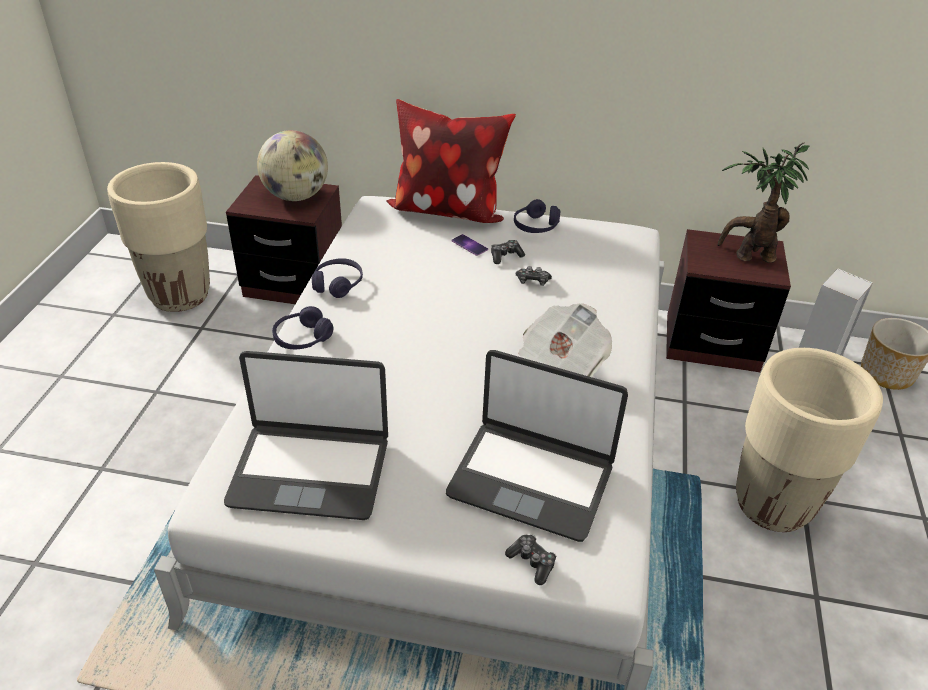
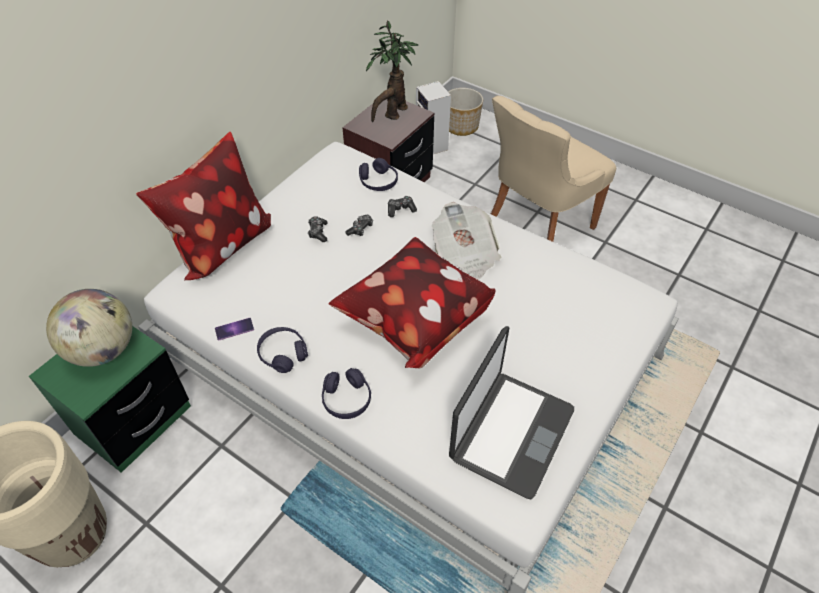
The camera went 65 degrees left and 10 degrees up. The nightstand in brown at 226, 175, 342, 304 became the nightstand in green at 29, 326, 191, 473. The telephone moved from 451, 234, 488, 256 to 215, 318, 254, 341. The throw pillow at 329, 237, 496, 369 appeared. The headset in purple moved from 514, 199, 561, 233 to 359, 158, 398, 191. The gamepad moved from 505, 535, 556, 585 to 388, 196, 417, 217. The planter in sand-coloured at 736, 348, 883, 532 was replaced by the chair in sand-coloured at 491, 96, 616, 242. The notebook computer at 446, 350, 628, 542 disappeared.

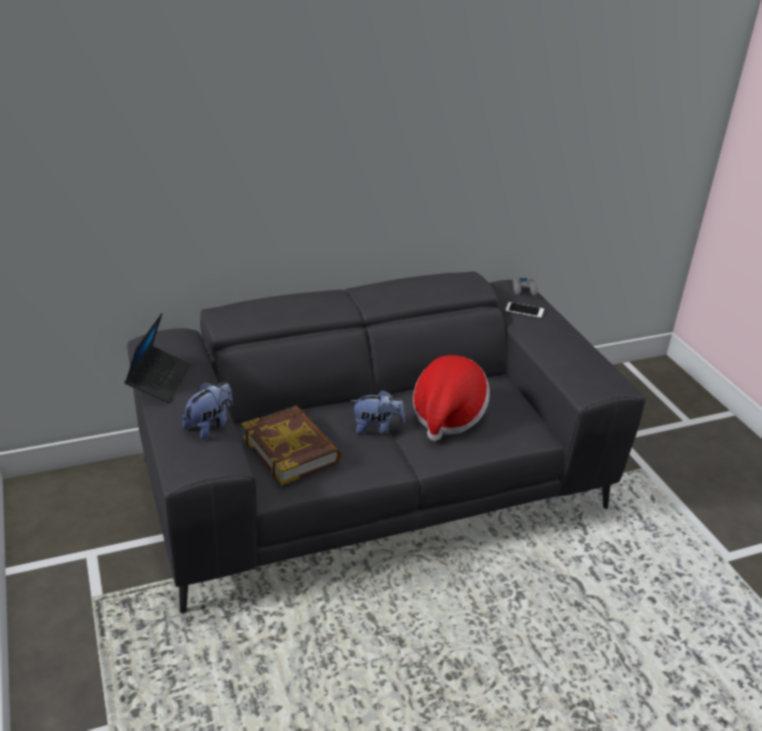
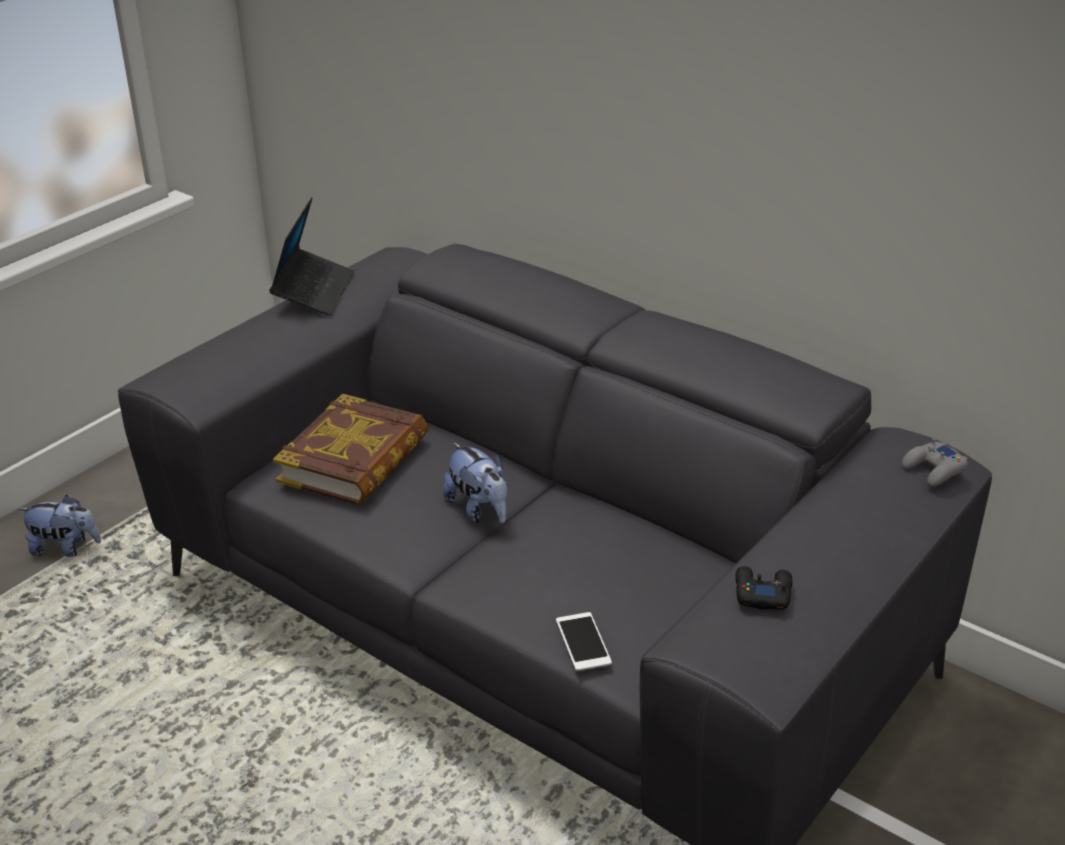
The camera went 60 degrees right and 0 degrees up. The plush toy moved from 183, 382, 233, 439 to 18, 495, 101, 557. The notebook computer at 124, 313, 192, 402 turned 60 degrees counterclockwise. The telephone moved from 505, 302, 544, 318 to 556, 612, 612, 671. The gamepad in blackish at 735, 566, 792, 610 appeared. The wearable hat at 413, 355, 490, 441 disappeared.

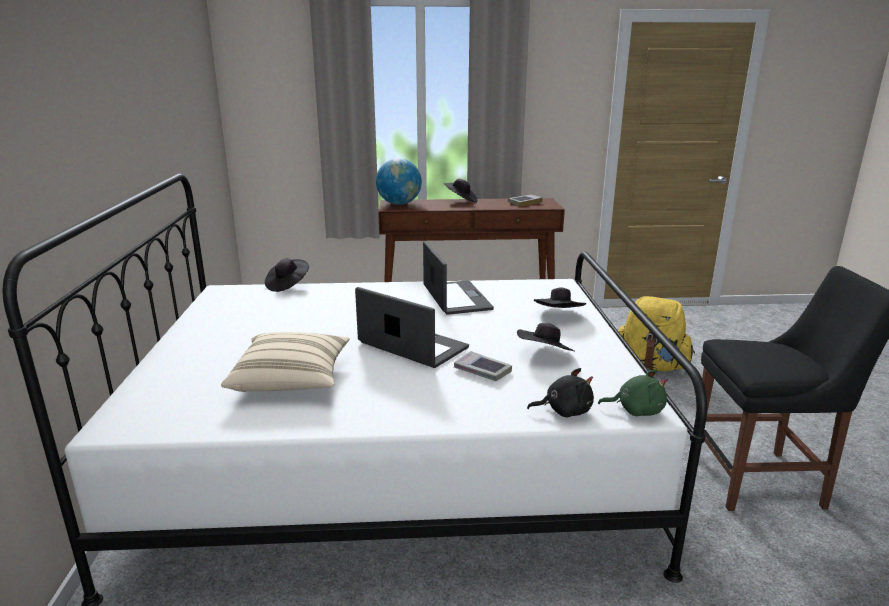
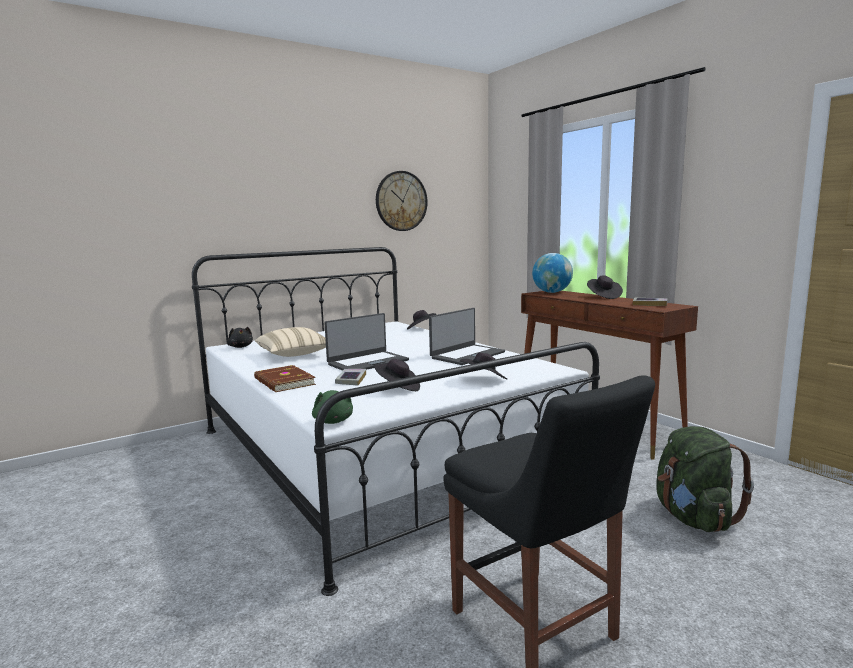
The camera went 60 degrees right and 10 degrees down. The plush toy in blackish moved from 527, 368, 594, 418 to 227, 327, 253, 348. The volume in brown at 254, 365, 316, 392 appeared. The notebook computer at 355, 287, 469, 368 turned 45 degrees clockwise. The hanging clock at 376, 171, 428, 231 appeared. The backpack in yellowish at 617, 296, 695, 371 became the backpack in green at 657, 426, 754, 532.

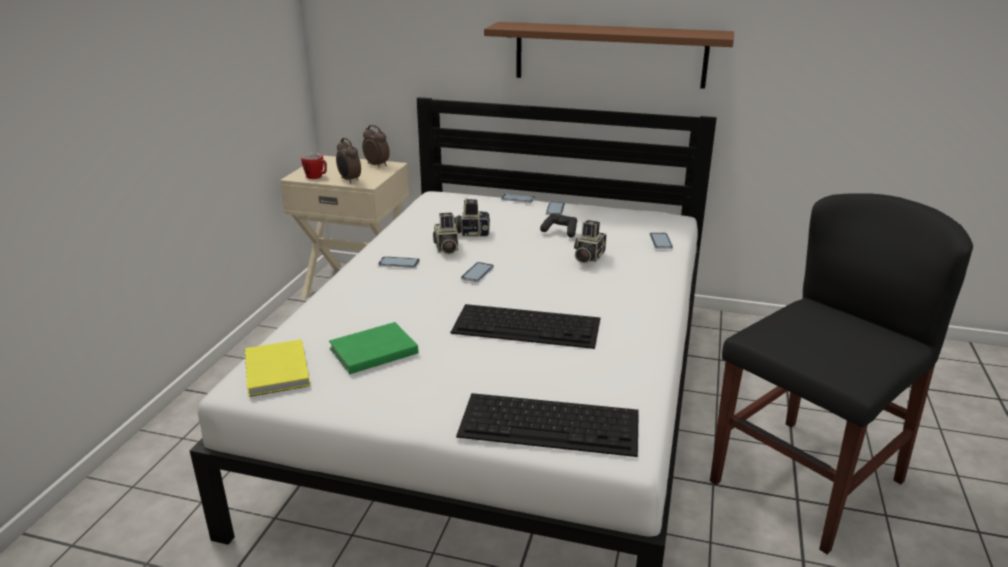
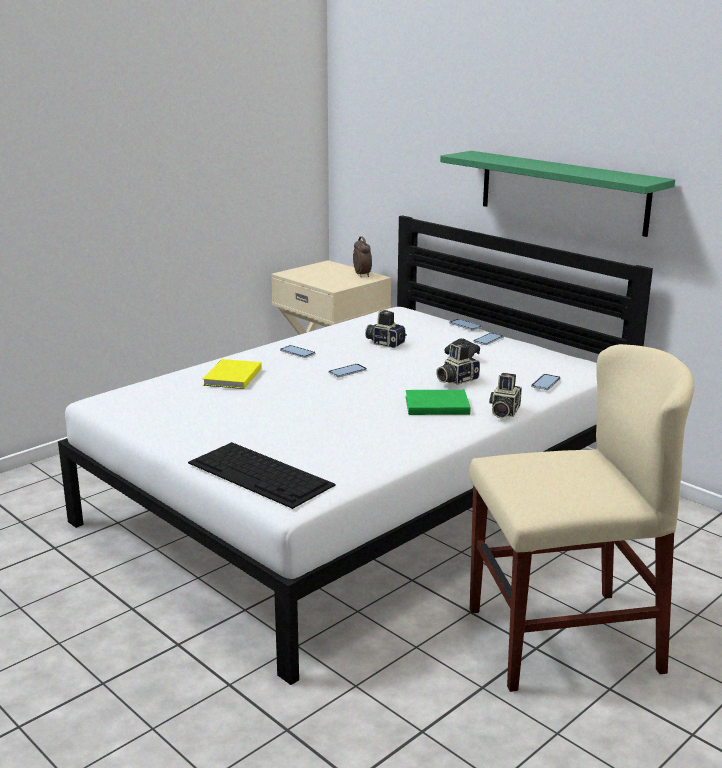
The camera went 30 degrees right and 5 degrees down. The volume in yellowish moved from 245, 339, 310, 397 to 203, 359, 262, 389. The volume in green moved from 329, 322, 418, 374 to 406, 390, 471, 415. The shelf in brown at 484, 22, 734, 89 became the shelf in green at 440, 151, 675, 237. The chair in blackish at 710, 193, 973, 554 became the chair in sand-coloured at 469, 344, 694, 692. The photo camera moved from 433, 213, 458, 255 to 489, 373, 522, 418. The coffee mug at 301, 153, 327, 179 disappeared. The alarm clock at 336, 138, 361, 184 disappeared. The keyboard at 450, 304, 601, 349 disappeared.

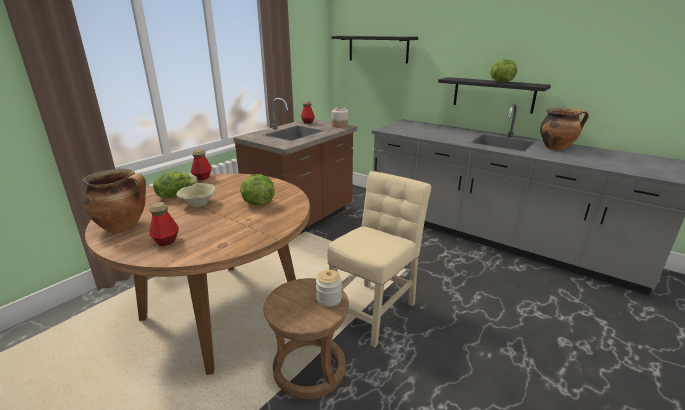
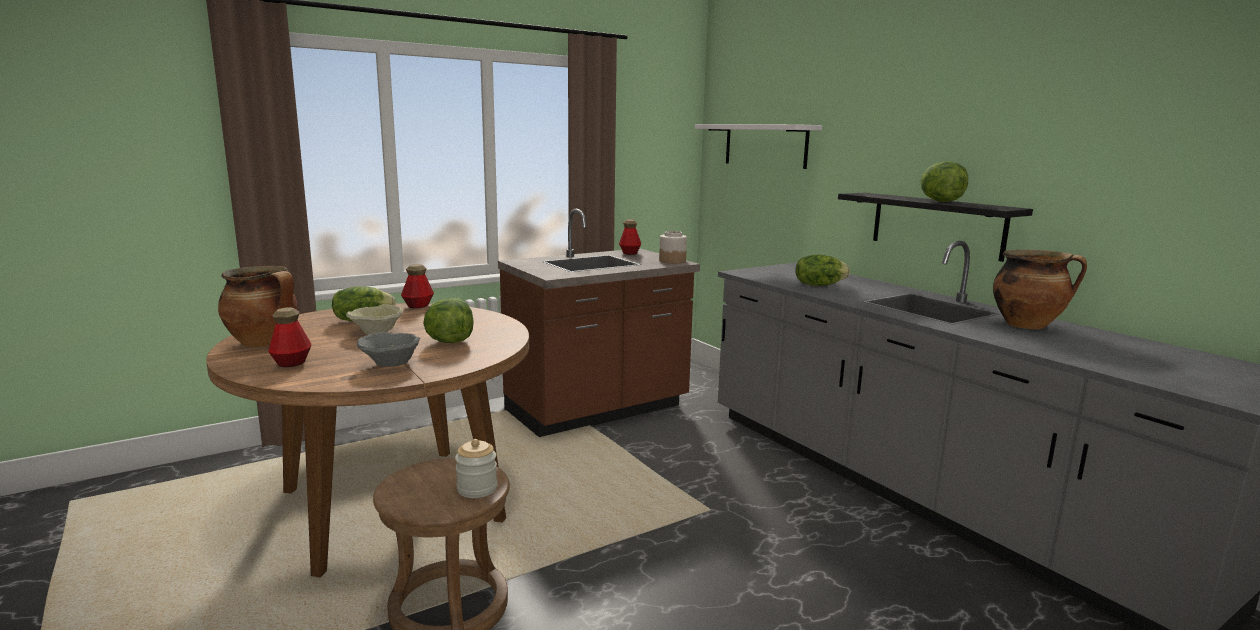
The camera went 20 degrees right and 10 degrees down. The serving bowl in gray at 357, 332, 420, 367 appeared. The shelf in blackish at 331, 36, 418, 64 became the shelf in white at 695, 124, 822, 169. The head of lettuce at 795, 255, 850, 286 appeared. The chair in sand-coloured at 327, 171, 431, 347 disappeared.

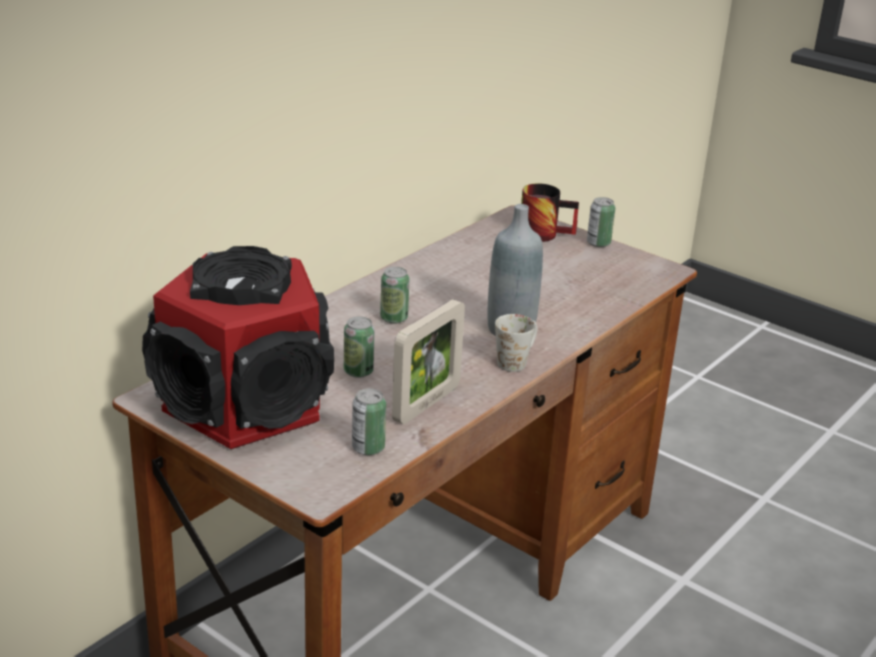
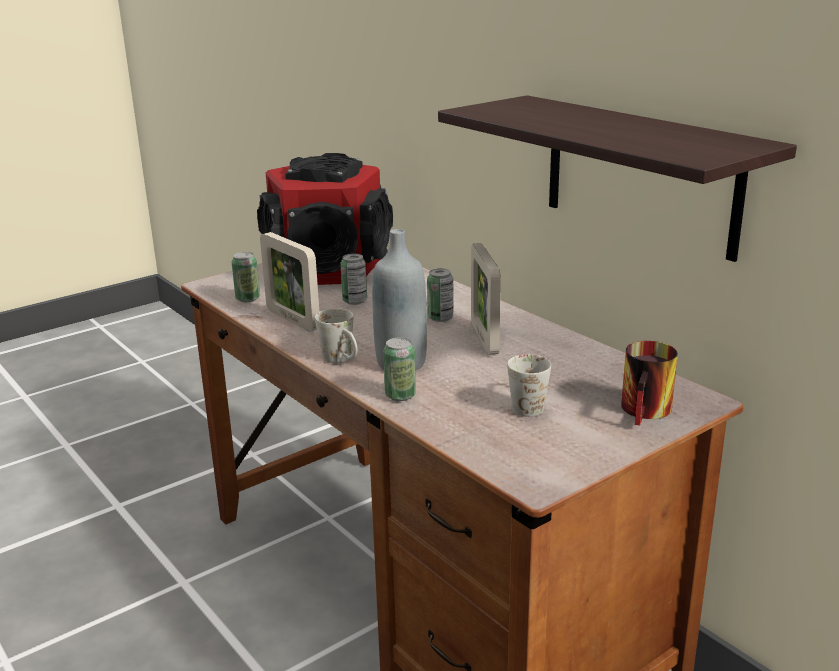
The camera went 105 degrees right and 5 degrees down. The metal can moved from 587, 197, 615, 247 to 383, 338, 416, 401. The shelf at 438, 95, 797, 262 appeared. The standing frame at 471, 243, 501, 355 appeared. The coffee mug in white at 507, 354, 551, 417 appeared.

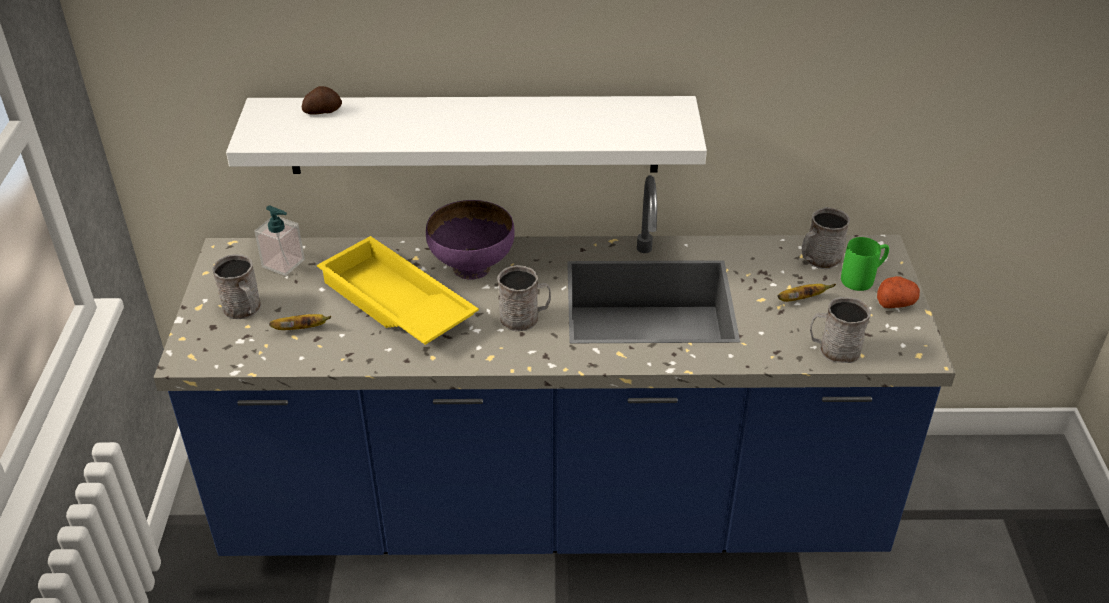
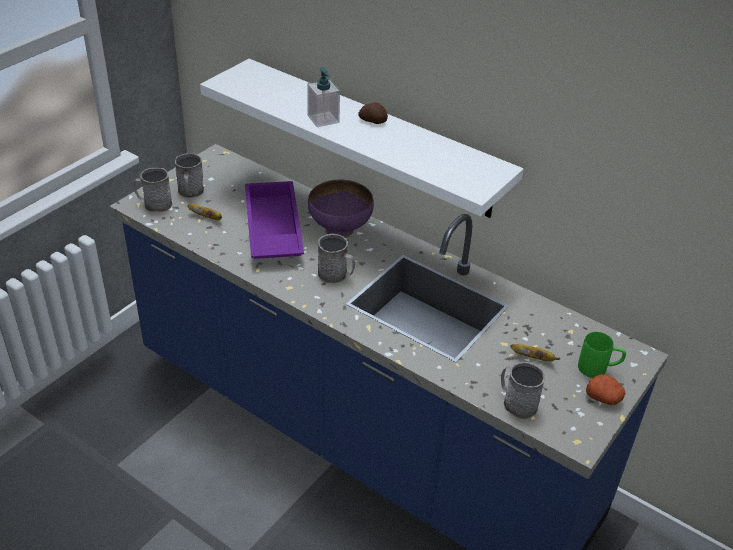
The camera went 35 degrees right and 0 degrees up. The coffee mug in gray moved from 802, 207, 850, 269 to 134, 168, 172, 212. The tray in yellowish at 317, 236, 479, 345 became the tray in purple at 245, 181, 304, 259. The soap bottle moved from 254, 206, 305, 276 to 307, 67, 340, 127. The whole potato moved from 302, 86, 342, 115 to 358, 102, 388, 124.

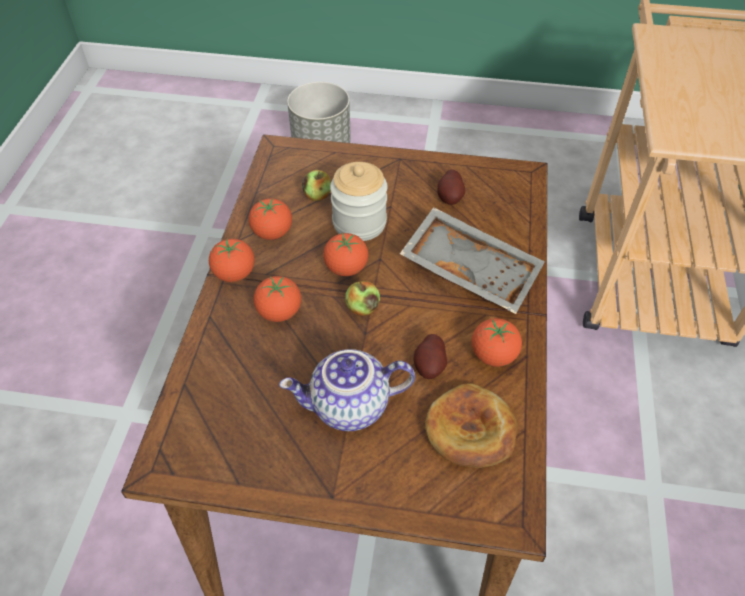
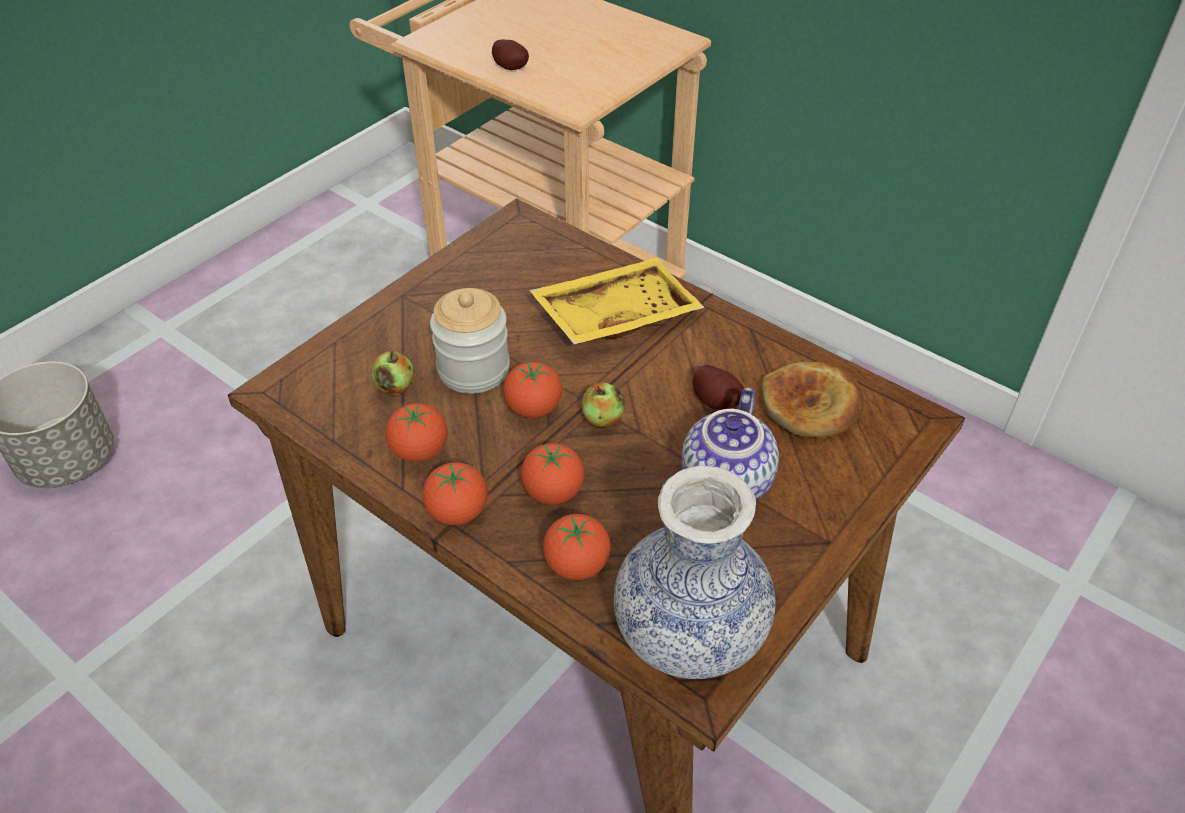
The camera went 60 degrees left and 5 degrees down. The whole potato moved from 437, 170, 465, 205 to 492, 39, 529, 70. The tray in gray at 400, 207, 545, 314 became the tray in yellowish at 529, 258, 705, 344. The whole tomato moved from 472, 318, 522, 367 to 543, 514, 611, 580. The vase at 614, 466, 775, 679 appeared.

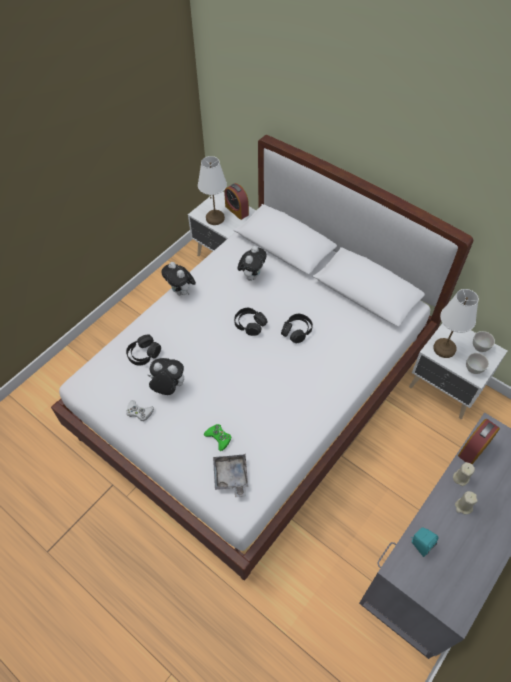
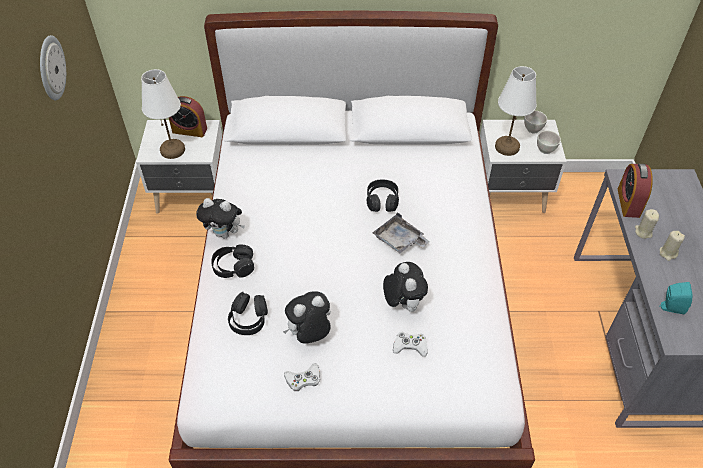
The camera went 40 degrees left and 5 degrees down. The hanging clock at 40, 35, 66, 100 appeared. The headset in blackish moved from 234, 308, 268, 336 to 211, 244, 254, 278. The tray in gray moved from 213, 454, 248, 497 to 373, 212, 430, 253. The plush toy moved from 238, 246, 266, 281 to 383, 262, 428, 312. The gamepad in green at 204, 424, 231, 451 became the gamepad in white at 393, 332, 427, 357.

